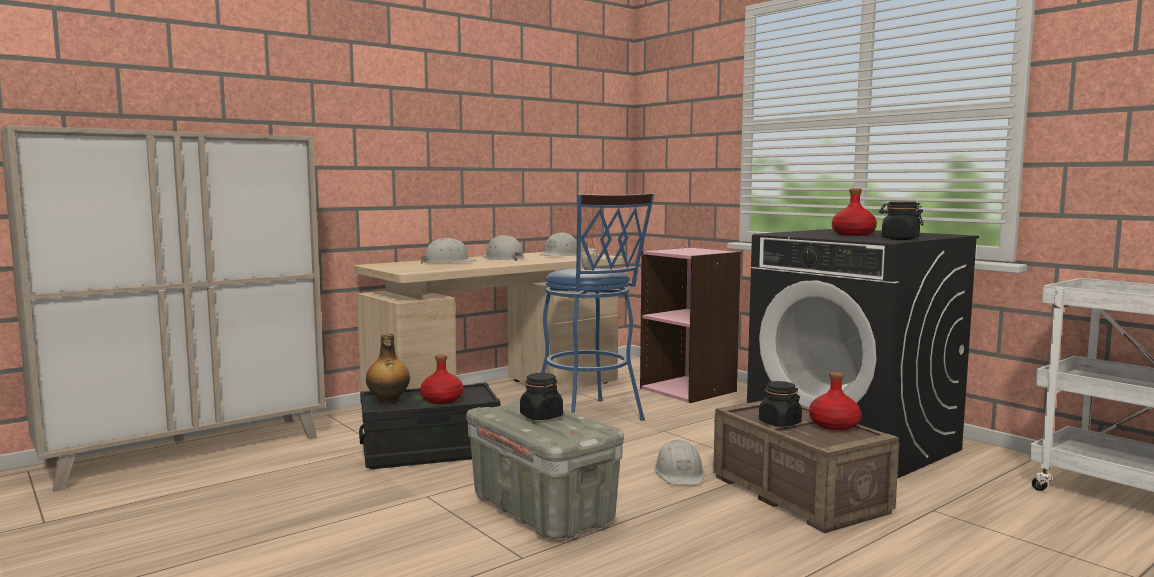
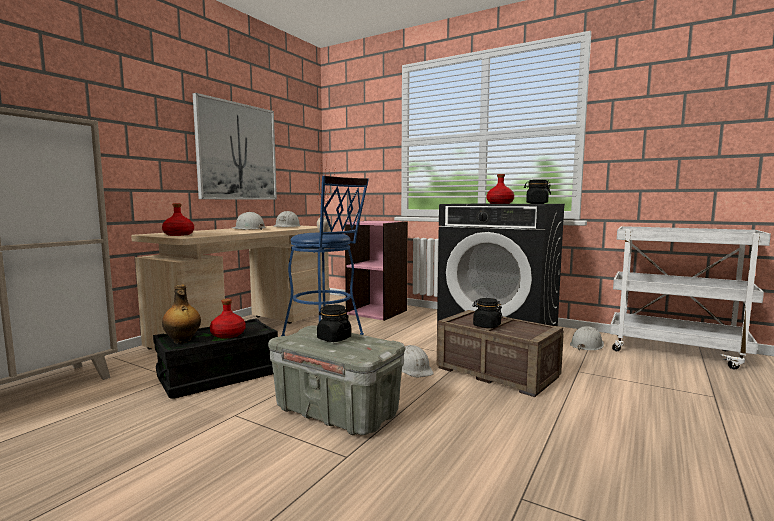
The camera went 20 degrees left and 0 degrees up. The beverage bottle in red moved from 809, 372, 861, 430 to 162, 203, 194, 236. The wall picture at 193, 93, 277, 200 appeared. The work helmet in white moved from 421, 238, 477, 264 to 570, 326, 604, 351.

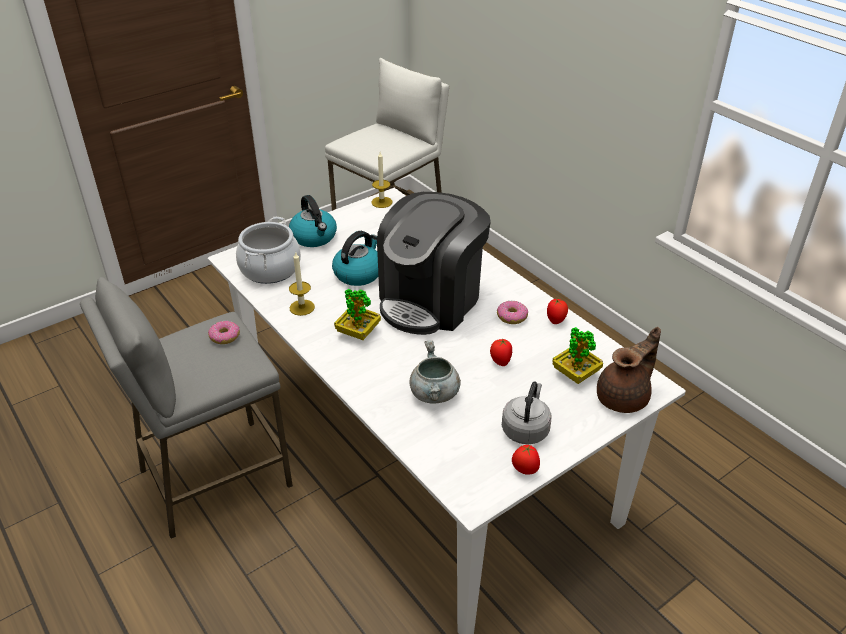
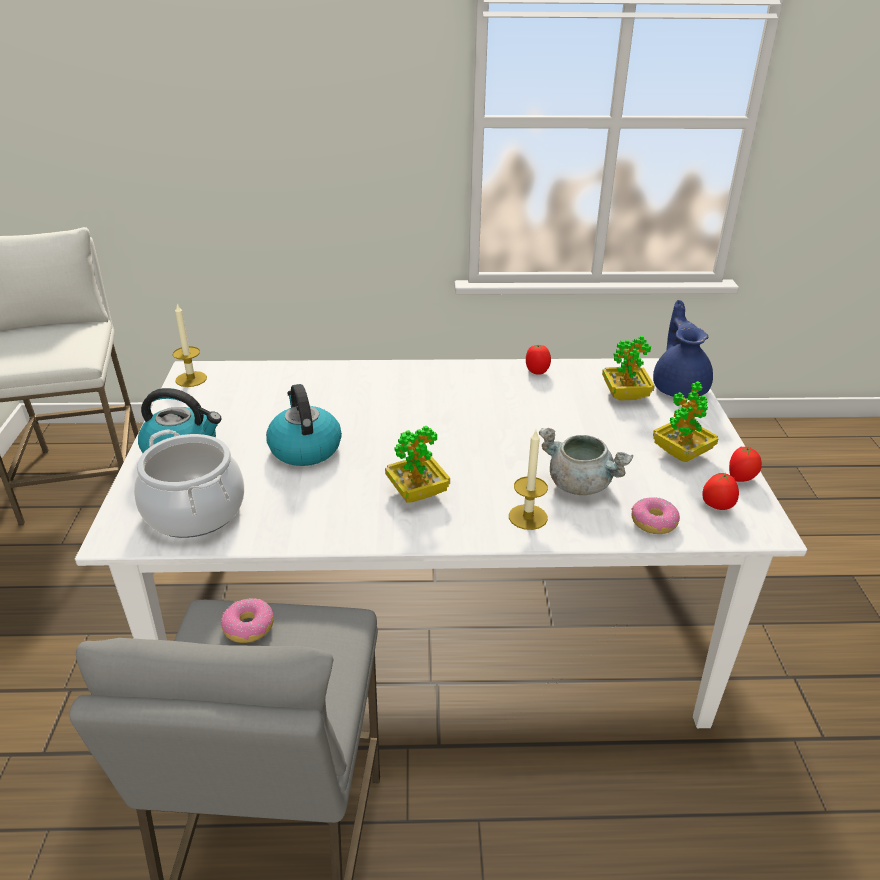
The camera went 55 degrees left and 5 degrees down. The wax light moved from 289, 251, 315, 316 to 509, 430, 548, 530. The doughnut moved from 497, 301, 528, 324 to 631, 497, 680, 534. The pot for tea in brown at 597, 327, 661, 413 became the pot for tea in blue at 653, 300, 713, 398. The tea kettle in gray at 502, 381, 552, 444 was replaced by the plant in a pot at 653, 381, 719, 462. The whole tomato moved from 490, 339, 512, 366 to 702, 473, 739, 510. The coffee maker at 377, 192, 491, 335 disappeared.

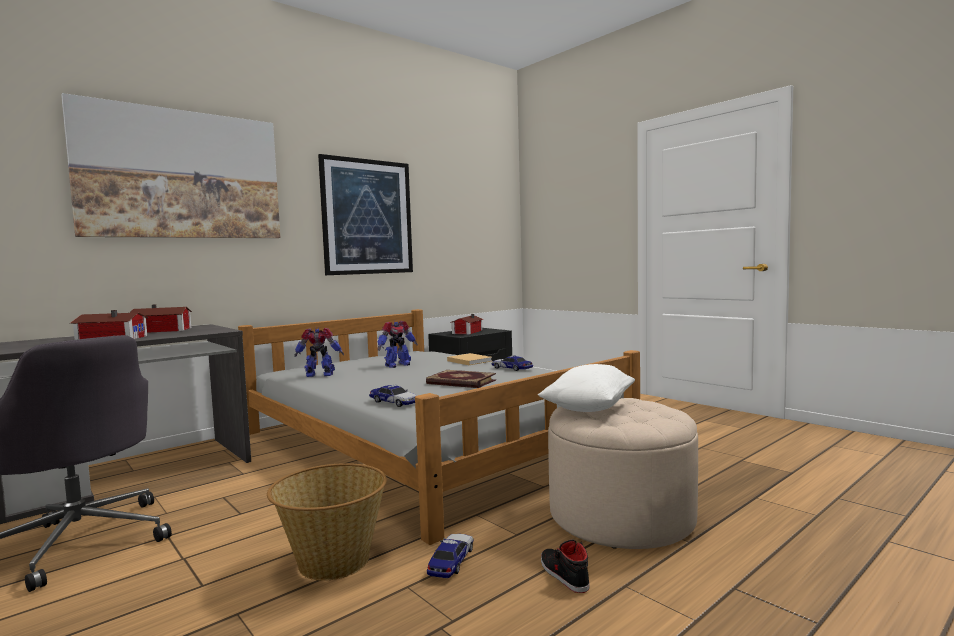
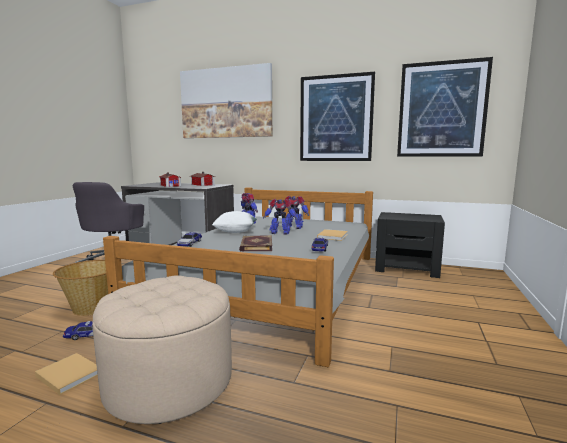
The camera went 60 degrees right and 5 degrees up. The shoe in blackish at 541, 539, 590, 593 was replaced by the volume in sand-coloured at 35, 353, 98, 395. The throw pillow in white moved from 538, 364, 635, 412 to 212, 211, 257, 233. The model robot at 263, 199, 297, 235 appeared. The wall picture at 397, 57, 493, 157 appeared. The miniature house at 450, 314, 483, 334 disappeared.

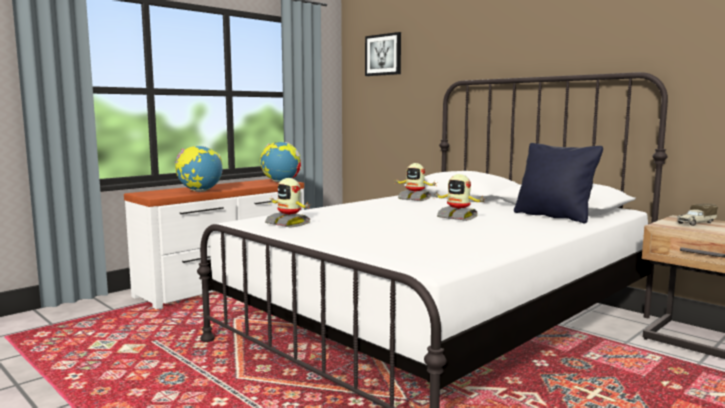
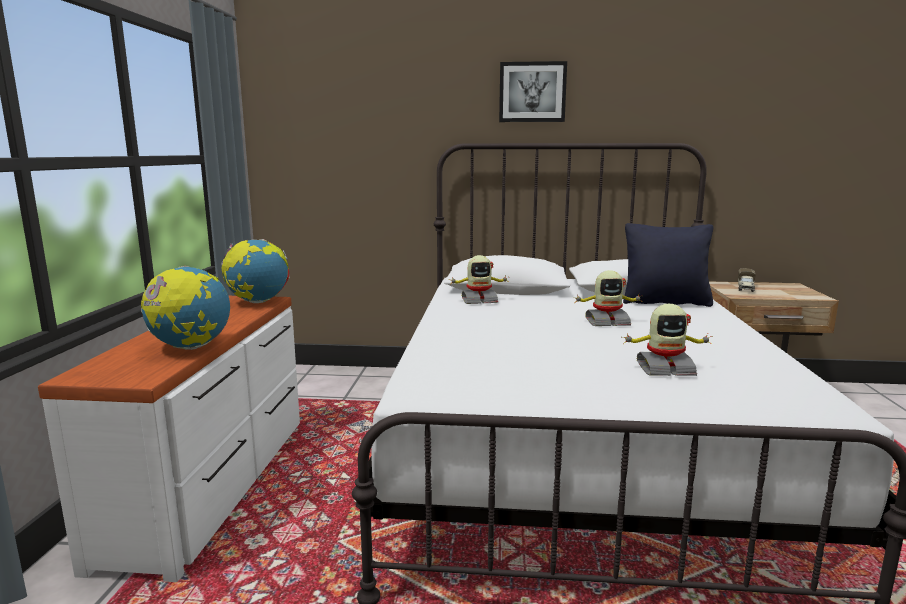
The camera went 40 degrees left and 5 degrees up. The wall picture moved from 365, 32, 401, 76 to 499, 61, 567, 122. The model robot moved from 265, 178, 310, 228 to 621, 304, 713, 376.

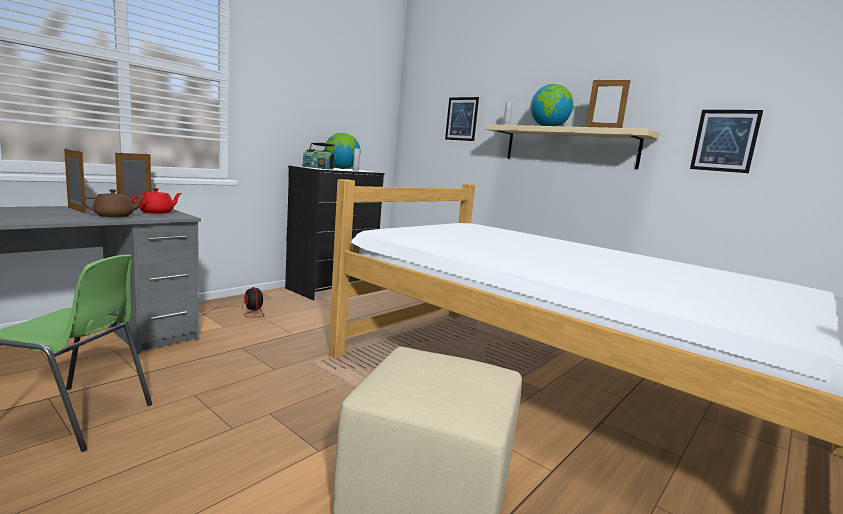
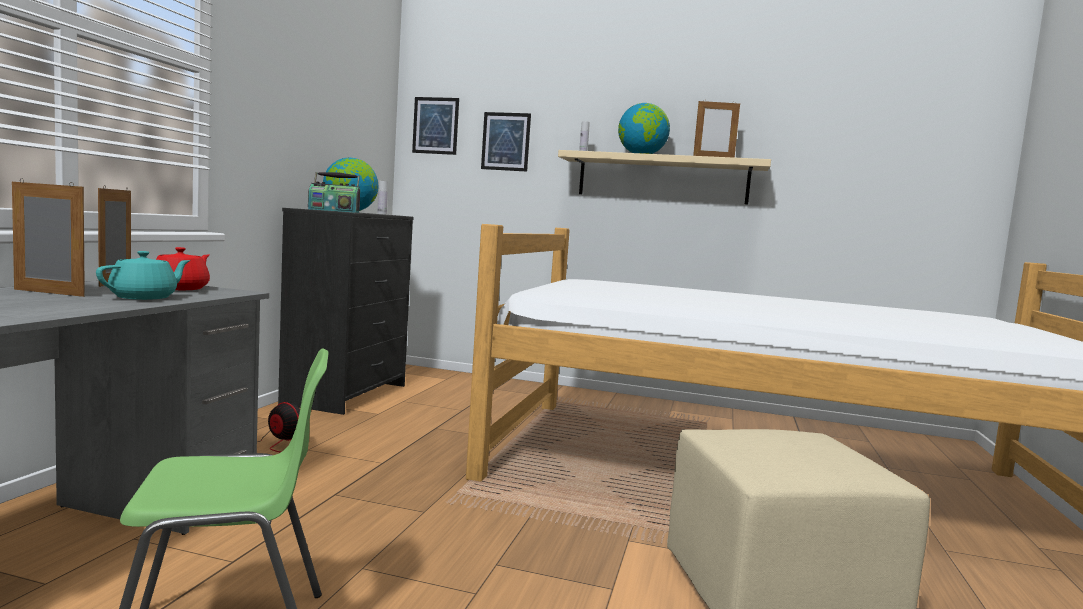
The camera went 25 degrees left and 5 degrees down. The pot for tea in brown at 81, 189, 146, 218 became the pot for tea in turquoise at 96, 251, 191, 300. The wall picture moved from 690, 110, 763, 173 to 412, 97, 459, 155.

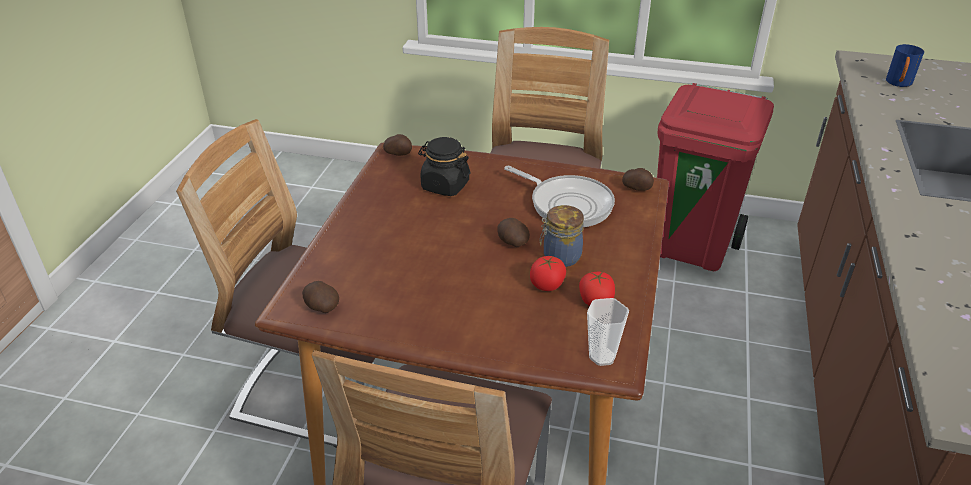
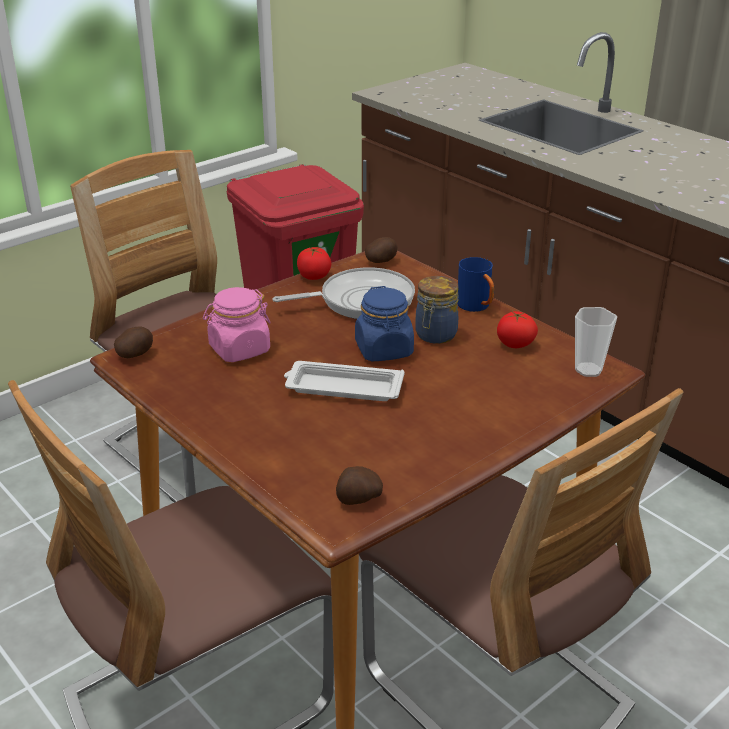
The camera went 55 degrees left and 5 degrees down. The preserve jar in blackish at 418, 137, 470, 196 became the preserve jar in pink at 203, 287, 271, 362. The tray in white at 284, 361, 405, 401 appeared. The whole tomato moved from 530, 256, 566, 291 to 297, 247, 331, 280. The whole potato at 497, 218, 530, 247 was replaced by the preserve jar in blue at 355, 286, 414, 361. The coffee mug in blue moved from 886, 44, 924, 87 to 457, 257, 494, 312.

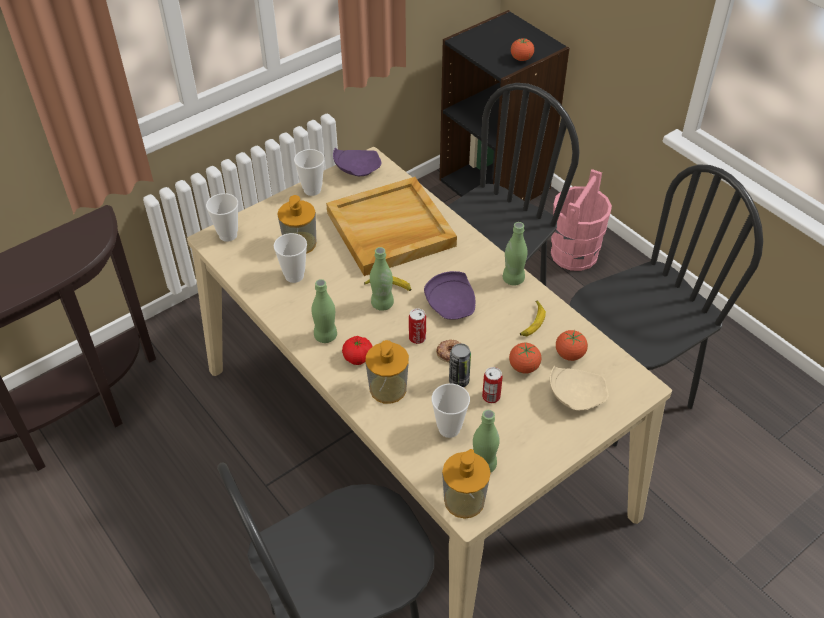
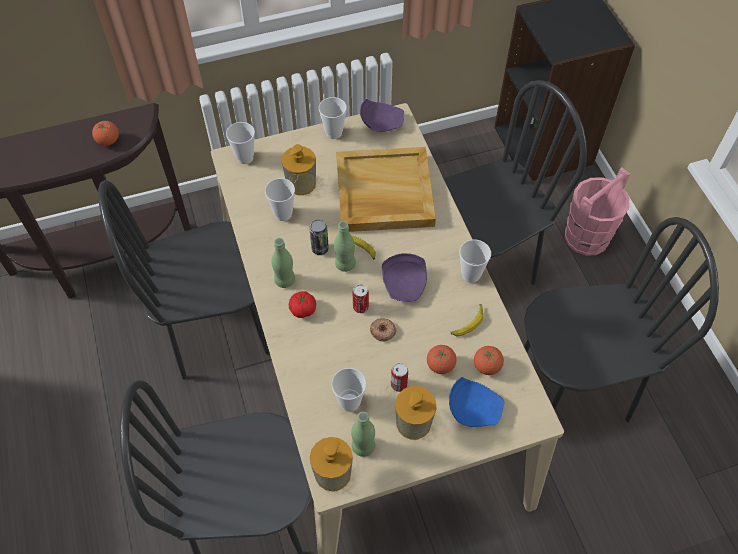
The camera went 20 degrees right and 10 degrees up. The whole tomato moved from 511, 38, 534, 61 to 92, 121, 119, 146. The chair in blackish at 98, 180, 269, 380 appeared. The metal can moved from 449, 343, 471, 387 to 309, 219, 329, 255. The soap bottle moved from 365, 340, 409, 404 to 395, 386, 436, 439. The flat dish in sand-coloured at 550, 366, 609, 411 became the flat dish in blue at 449, 377, 504, 427. The beverage bottle in green at 503, 222, 527, 286 was replaced by the small cup at 459, 240, 491, 283.

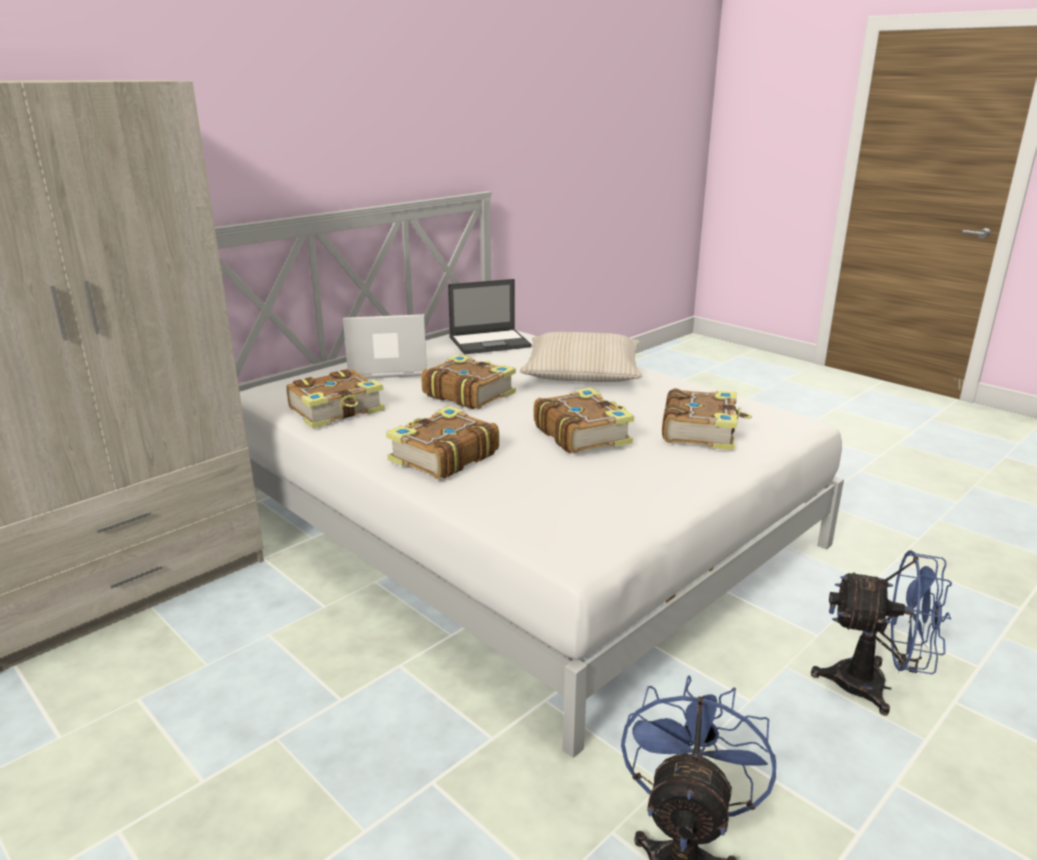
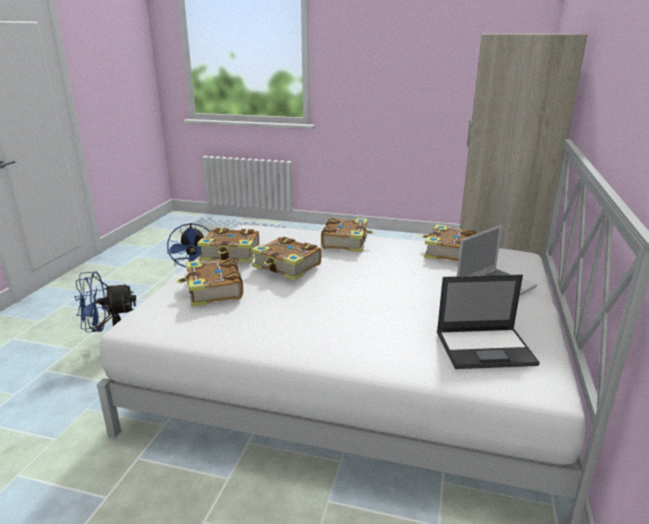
The camera went 150 degrees right and 0 degrees up. The volume moved from 421, 354, 516, 409 to 197, 228, 259, 263. The notebook computer at 448, 279, 532, 354 turned 135 degrees counterclockwise. The throw pillow in sand-coloured at 519, 332, 642, 382 disappeared.

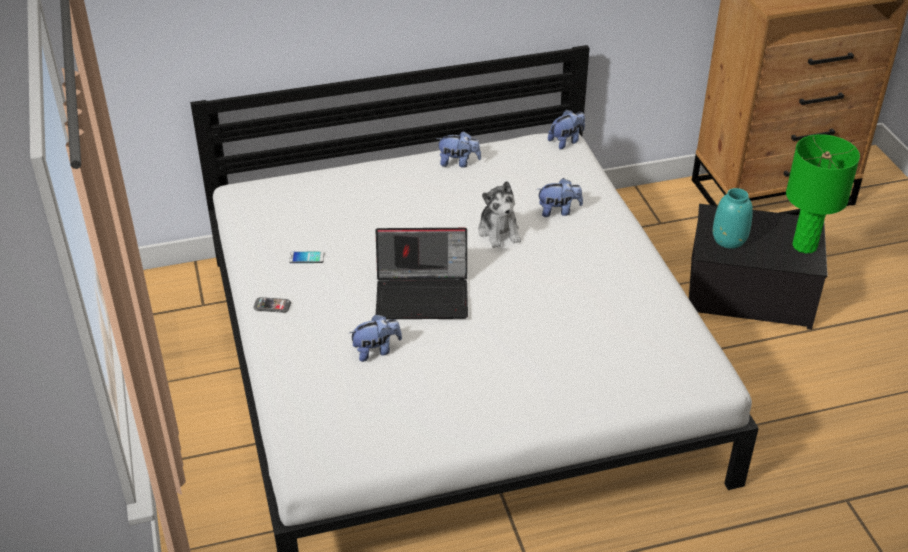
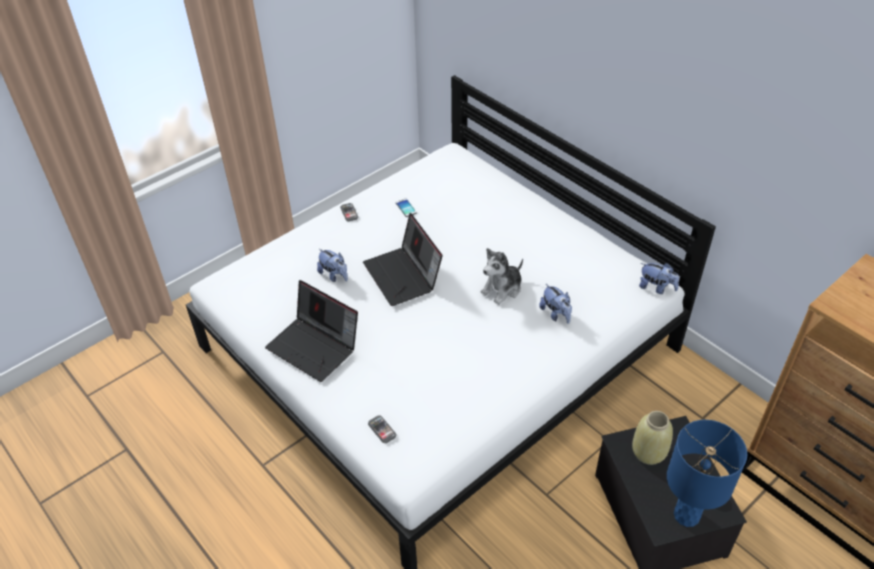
The camera went 65 degrees right and 5 degrees up. The notebook computer at 265, 280, 358, 382 appeared. The telephone at 368, 415, 397, 443 appeared. The vase in turquoise at 713, 188, 753, 249 became the vase in sand-coloured at 632, 411, 673, 465. The table lamp in green at 786, 134, 860, 254 became the table lamp in blue at 667, 420, 747, 527. The plush toy at 436, 131, 481, 168 disappeared.

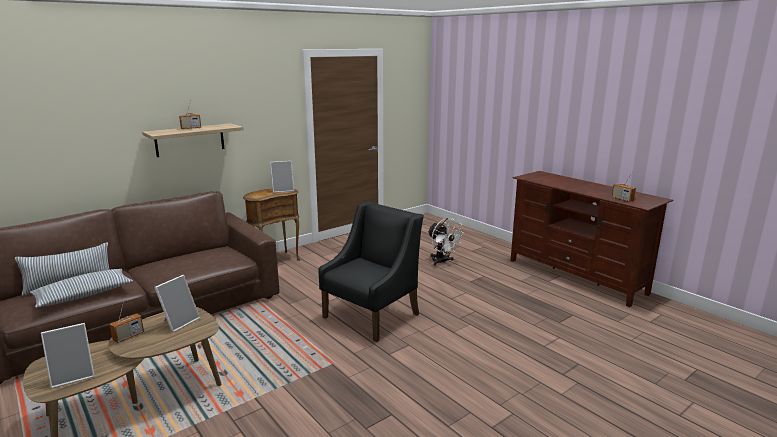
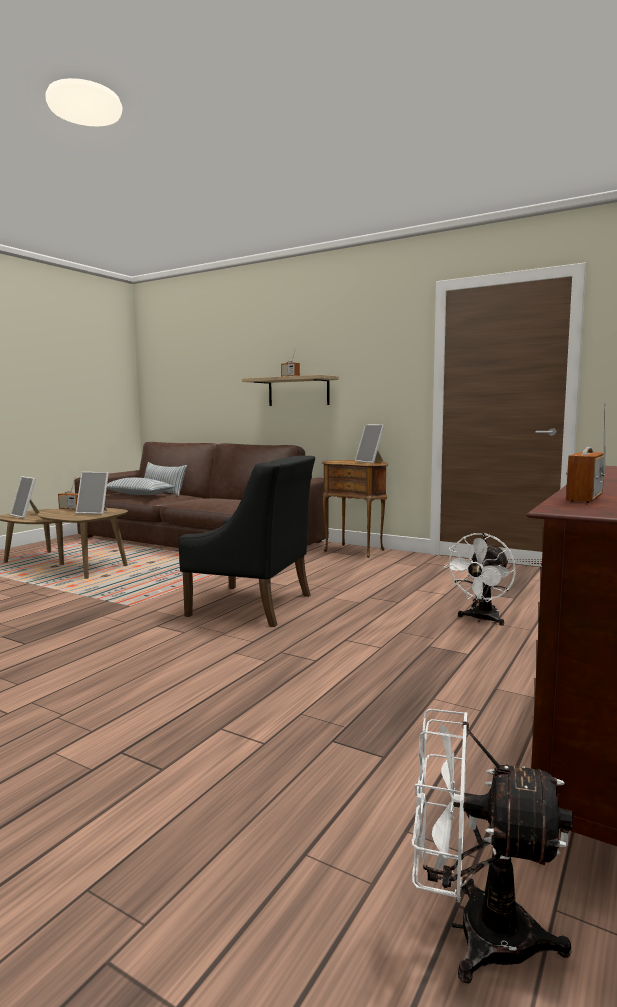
The camera went 70 degrees right and 10 degrees down. The electric fan in white at 412, 709, 574, 983 appeared.

